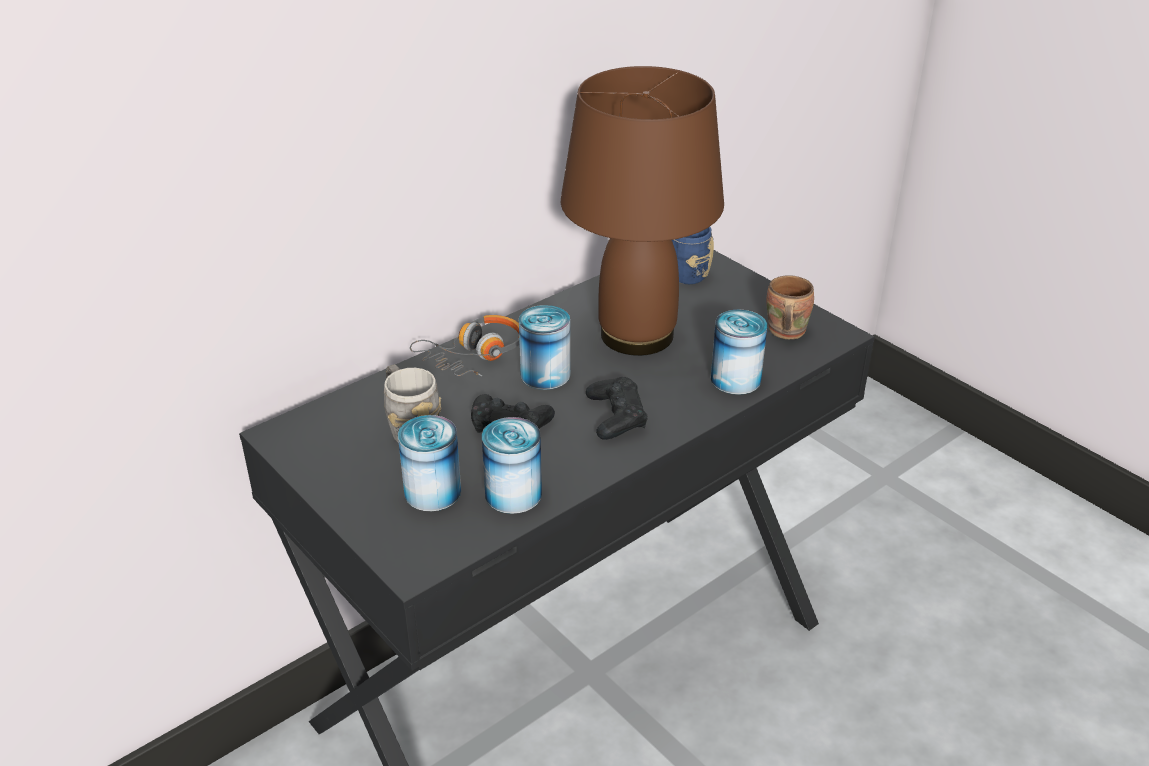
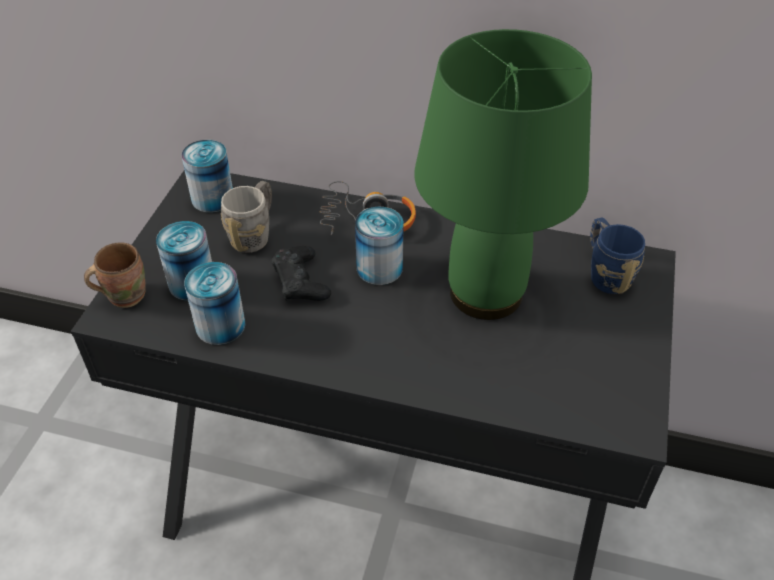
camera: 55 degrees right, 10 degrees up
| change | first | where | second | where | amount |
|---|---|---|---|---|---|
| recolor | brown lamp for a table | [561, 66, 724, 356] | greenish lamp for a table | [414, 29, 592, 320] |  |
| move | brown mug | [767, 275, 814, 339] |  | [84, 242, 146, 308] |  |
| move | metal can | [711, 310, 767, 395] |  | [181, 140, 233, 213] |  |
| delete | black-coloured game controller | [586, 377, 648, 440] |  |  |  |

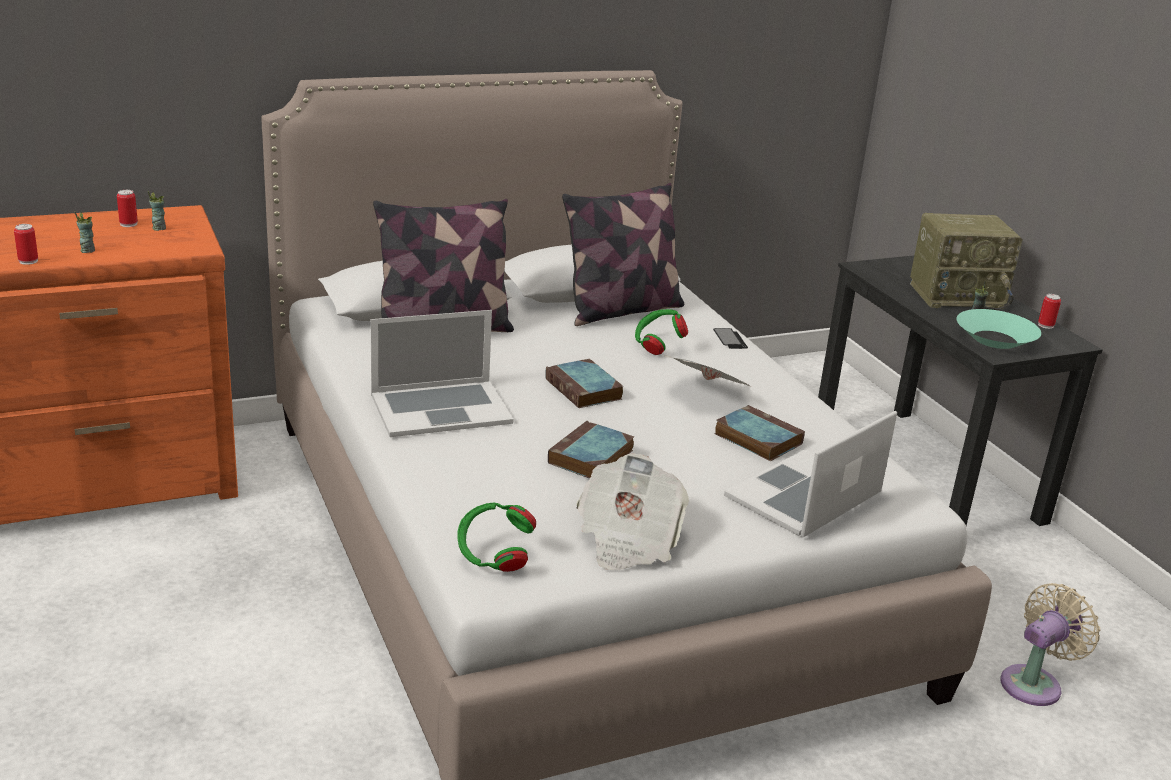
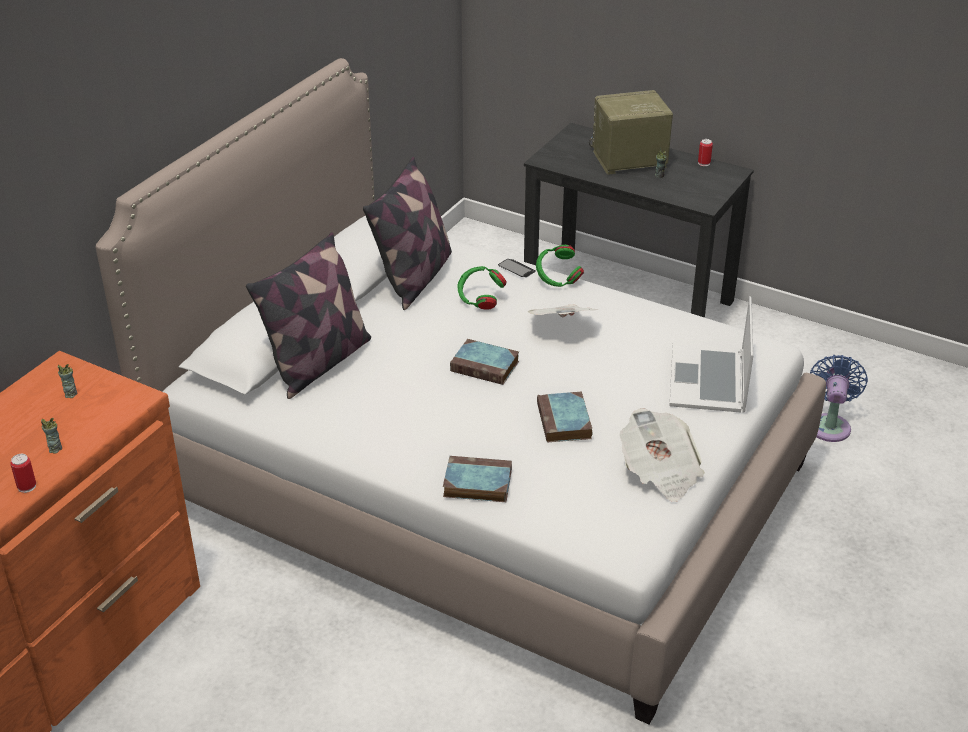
camera: 35 degrees left, 10 degrees up
| change | first | where | second | where | amount |
|---|---|---|---|---|---|
| delete | metal can | [117, 190, 138, 227] |  |  |  |
| rotate | radio receiver | [910, 213, 1023, 310] |  | [589, 90, 673, 175] | 150 degrees counterclockwise |
| delete | blue-green bowl | [956, 309, 1041, 349] |  |  |  |
| delete | portable computer | [371, 310, 513, 437] |  |  |  |
| move | volume | [714, 405, 805, 461] |  | [443, 456, 512, 502] |  |
| move | greenish pair of headphones | [457, 502, 536, 572] |  | [536, 245, 584, 287] |  |
| recolor | sand-coloured fan | [1001, 583, 1100, 706] | bluish fan | [810, 355, 868, 442] |  |

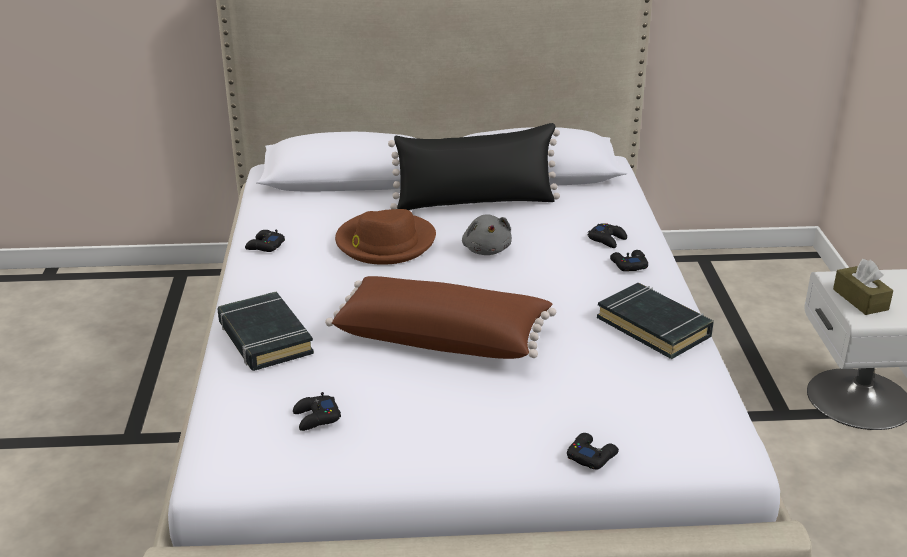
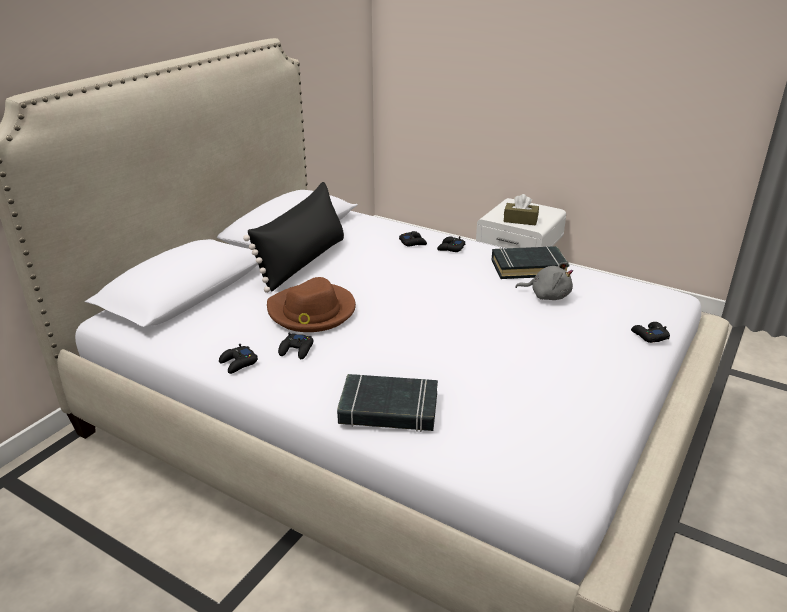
camera: 55 degrees left, 0 degrees up
| change | first | where | second | where | amount |
|---|---|---|---|---|---|
| move | grey plush toy | [462, 214, 512, 255] |  | [515, 262, 573, 300] |  |
| delete | brown pillow | [325, 276, 556, 359] |  |  |  |
| move | black-coloured game controller | [293, 392, 341, 431] |  | [278, 333, 313, 359] |  |

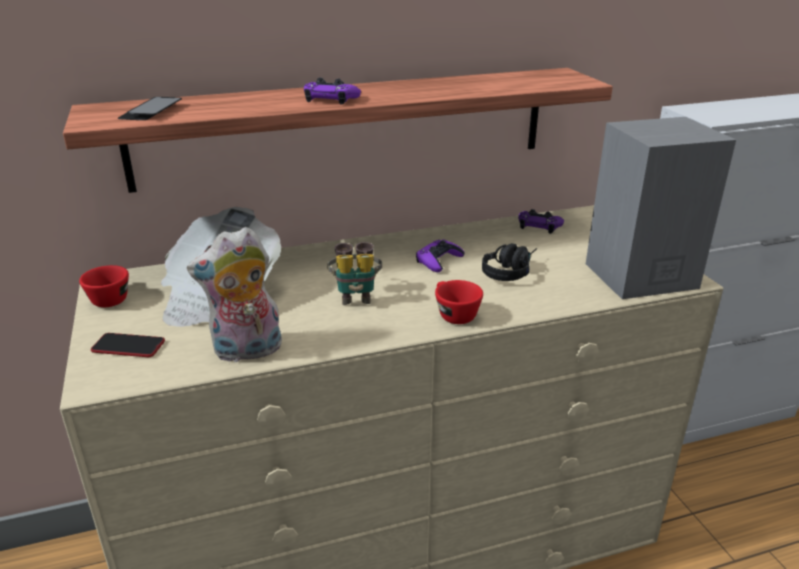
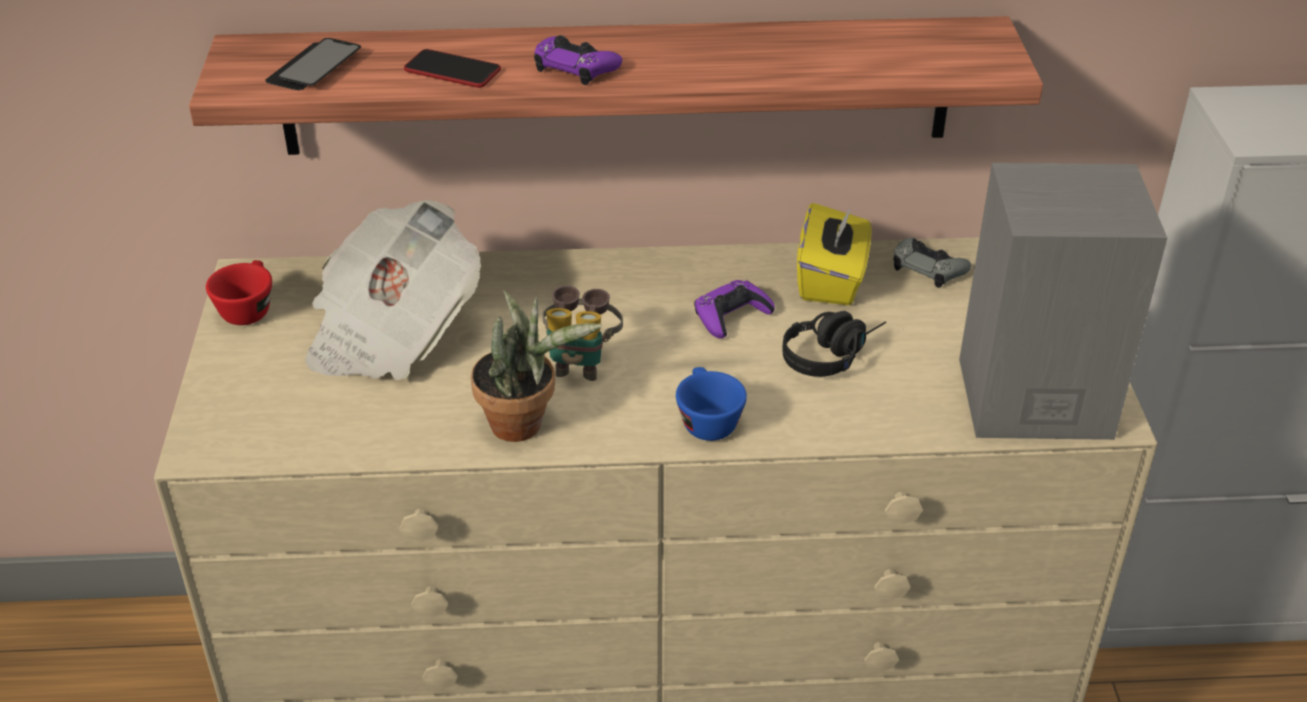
camera: 15 degrees right, 10 degrees up
| change | first | where | second | where | amount |
|---|---|---|---|---|---|
| recolor | purplish game controller | [518, 209, 564, 234] | grey game controller | [894, 238, 971, 288] |  |
| delete | plush toy | [187, 227, 282, 362] |  |  |  |
| recolor | reddish drinking cup | [435, 280, 483, 324] | bluish drinking cup | [676, 367, 747, 441] |  |
| move | telephone | [91, 333, 165, 357] |  | [404, 49, 501, 88] |  |
| insert |  |  | yellowish tissue holder | [797, 203, 872, 305] |  |
| insert |  |  | houseplant | [471, 290, 602, 442] |  |

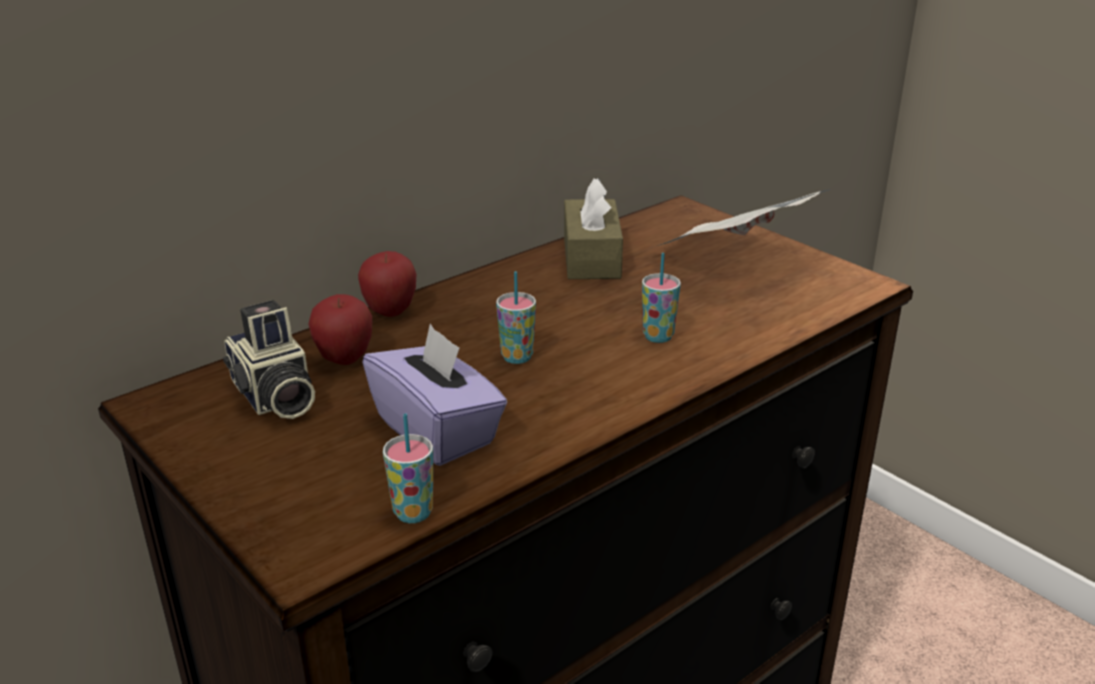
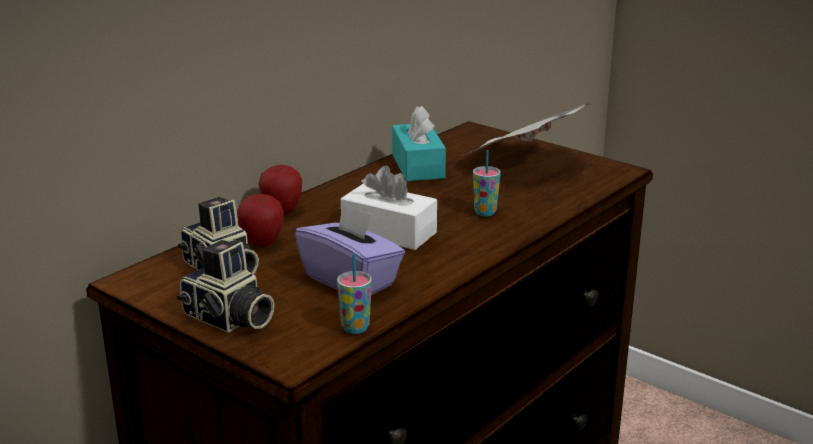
camera: 10 degrees left, 5 degrees down
| change | first | where | second | where | amount |
|---|---|---|---|---|---|
| recolor | brown tissue holder | [564, 178, 623, 279] | blue-green tissue holder | [392, 106, 446, 181] |  |
| replace | drinking cup | [496, 271, 536, 364] | white tissue holder | [341, 165, 437, 250] |  |
| insert |  |  | still camera | [177, 240, 275, 333] |  |

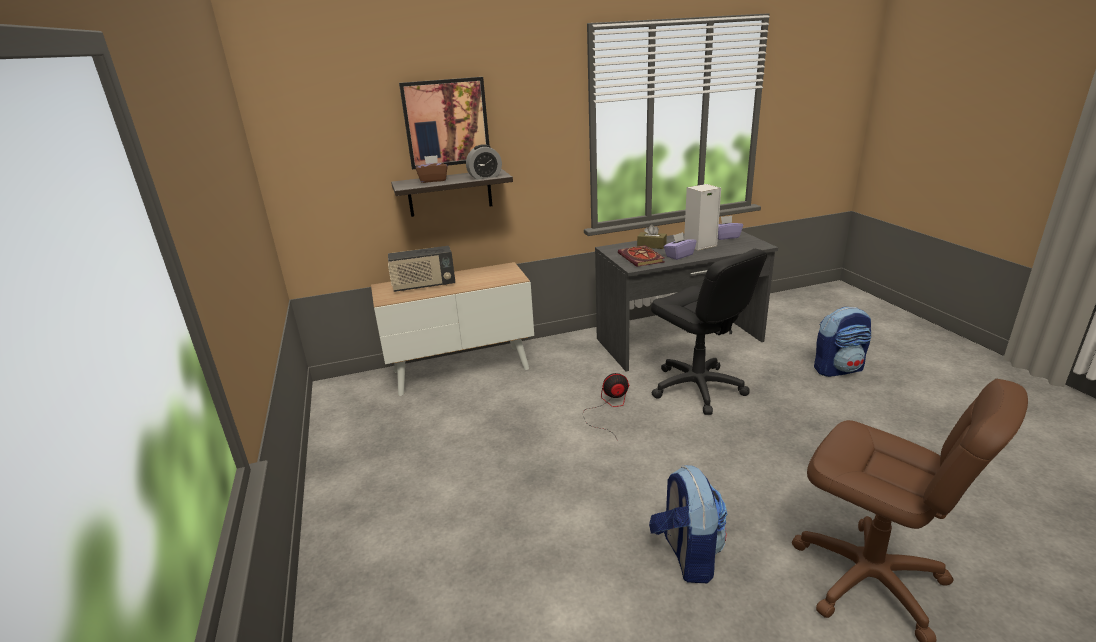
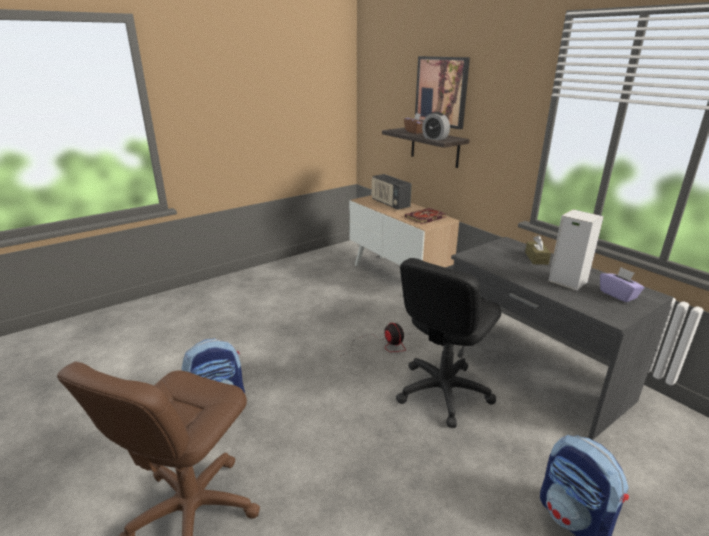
camera: 70 degrees right, 0 degrees up
| change | first | where | second | where | amount |
|---|---|---|---|---|---|
| delete | purplish tissue holder | [664, 232, 697, 260] |  |  |  |
| move | volume | [618, 245, 664, 267] |  | [405, 208, 446, 224] |  |

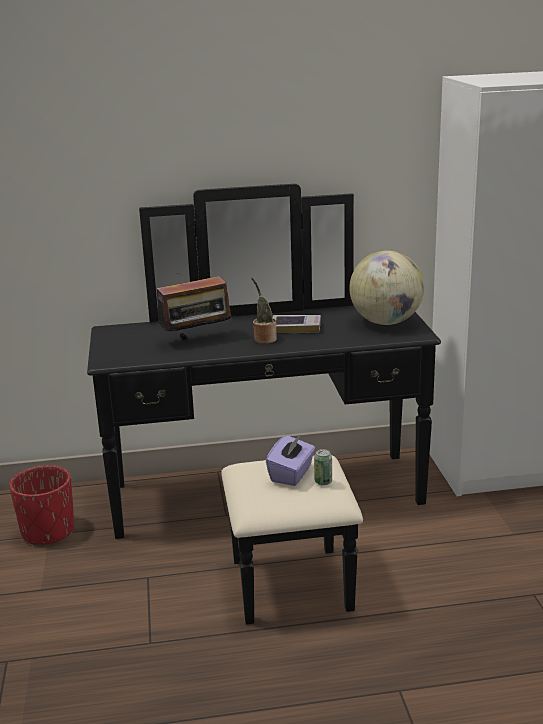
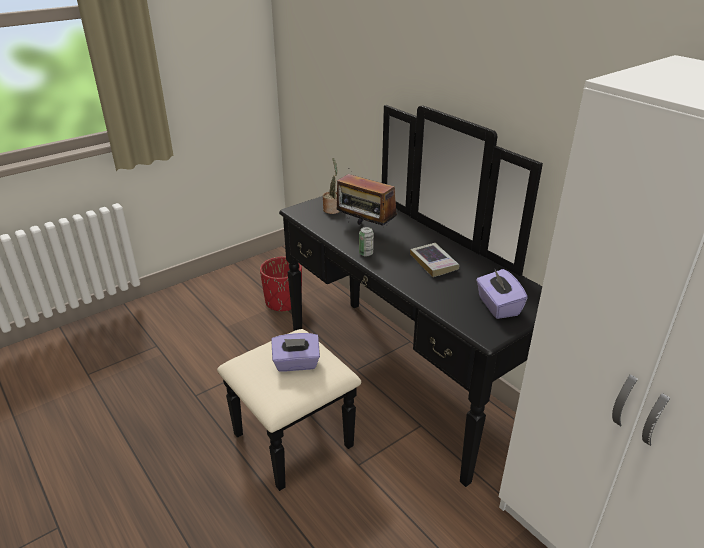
camera: 60 degrees right, 10 degrees up
| change | first | where | second | where | amount |
|---|---|---|---|---|---|
| replace | desk globe | [349, 250, 424, 325] | purplish tissue holder | [476, 268, 528, 319] |  |
| move | houseplant | [251, 277, 277, 344] |  | [323, 158, 340, 214] |  |
| move | metal can | [314, 449, 332, 485] |  | [359, 227, 374, 256] |  |

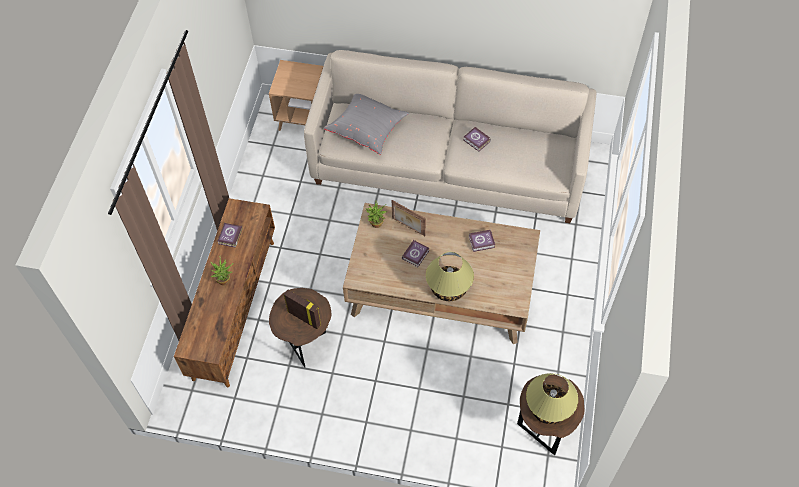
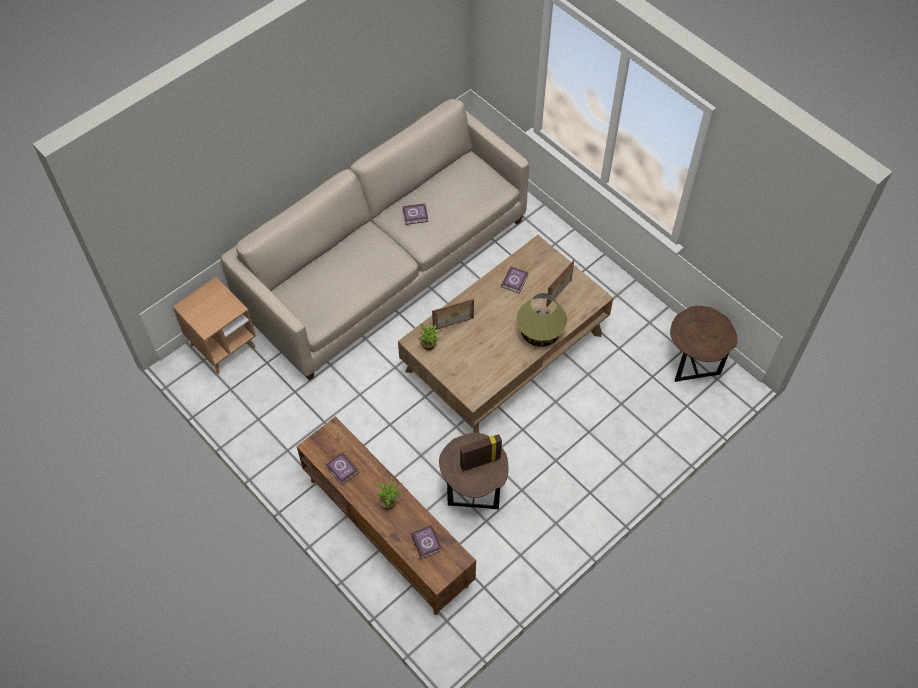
camera: 55 degrees left, 0 degrees up
| change | first | where | second | where | amount |
|---|---|---|---|---|---|
| delete | grey pillow | [324, 94, 409, 155] |  |  |  |
| move | volume | [402, 240, 429, 267] |  | [411, 525, 442, 559] |  |
| delete | lamp for a table | [526, 373, 578, 424] |  |  |  |
| insert |  |  | picture frame | [546, 260, 574, 307] |  |

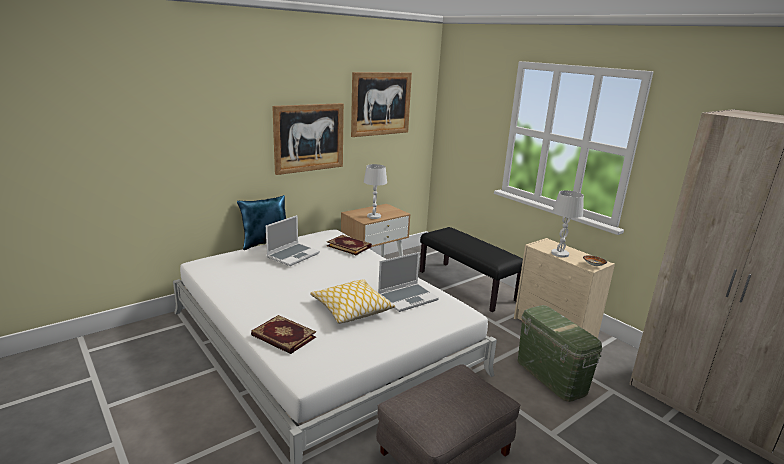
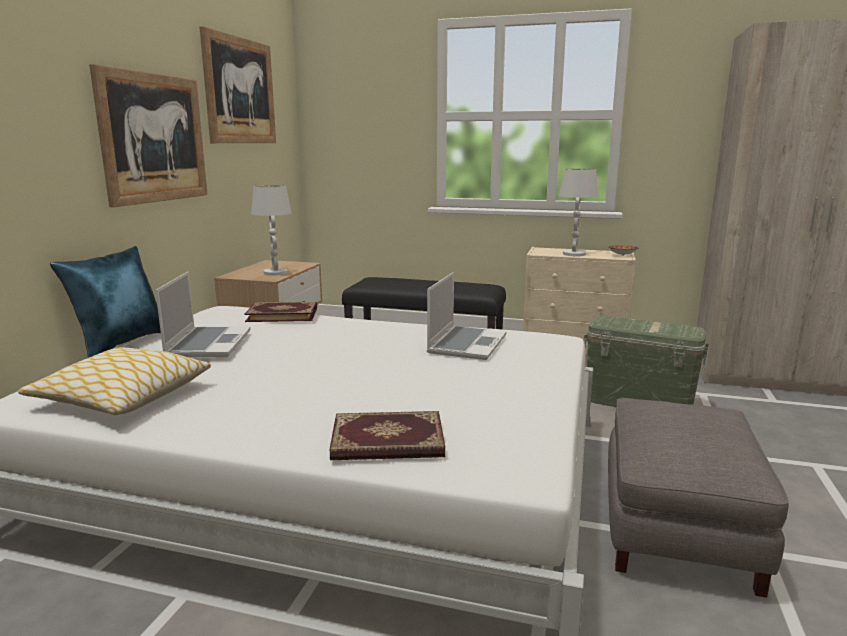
camera: 35 degrees left, 5 degrees down
| change | first | where | second | where | amount |
|---|---|---|---|---|---|
| move | pillow | [310, 279, 395, 324] |  | [18, 347, 211, 415] |  |

